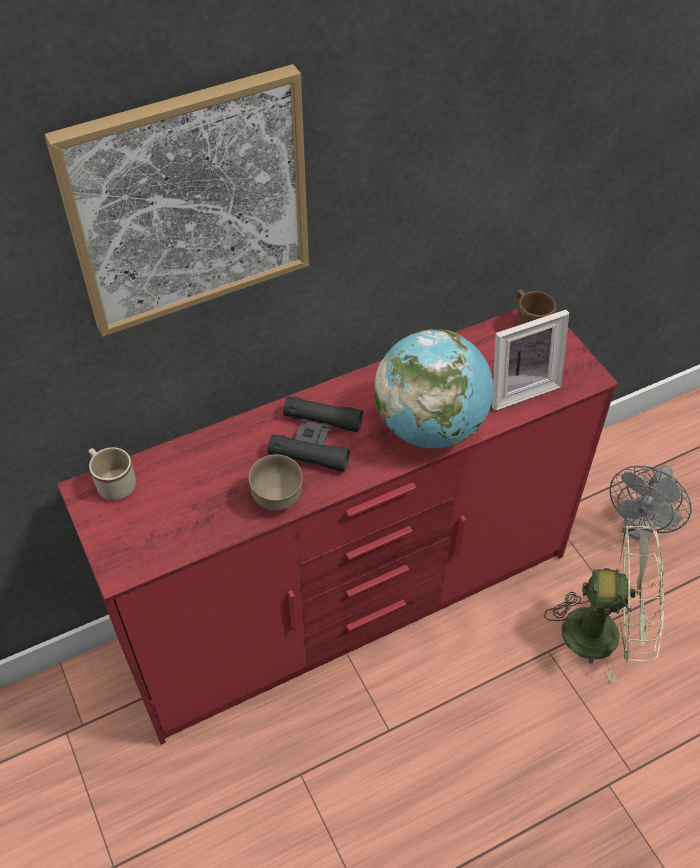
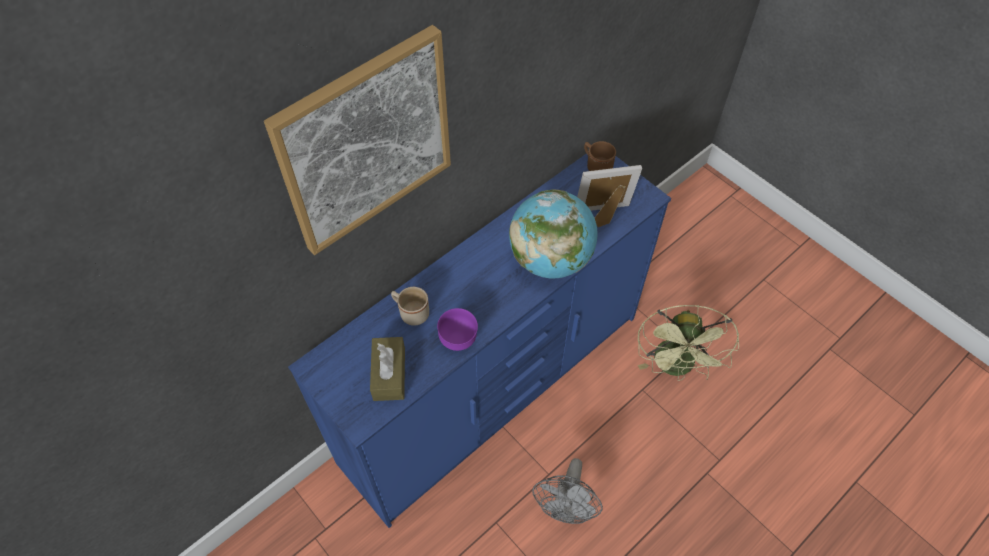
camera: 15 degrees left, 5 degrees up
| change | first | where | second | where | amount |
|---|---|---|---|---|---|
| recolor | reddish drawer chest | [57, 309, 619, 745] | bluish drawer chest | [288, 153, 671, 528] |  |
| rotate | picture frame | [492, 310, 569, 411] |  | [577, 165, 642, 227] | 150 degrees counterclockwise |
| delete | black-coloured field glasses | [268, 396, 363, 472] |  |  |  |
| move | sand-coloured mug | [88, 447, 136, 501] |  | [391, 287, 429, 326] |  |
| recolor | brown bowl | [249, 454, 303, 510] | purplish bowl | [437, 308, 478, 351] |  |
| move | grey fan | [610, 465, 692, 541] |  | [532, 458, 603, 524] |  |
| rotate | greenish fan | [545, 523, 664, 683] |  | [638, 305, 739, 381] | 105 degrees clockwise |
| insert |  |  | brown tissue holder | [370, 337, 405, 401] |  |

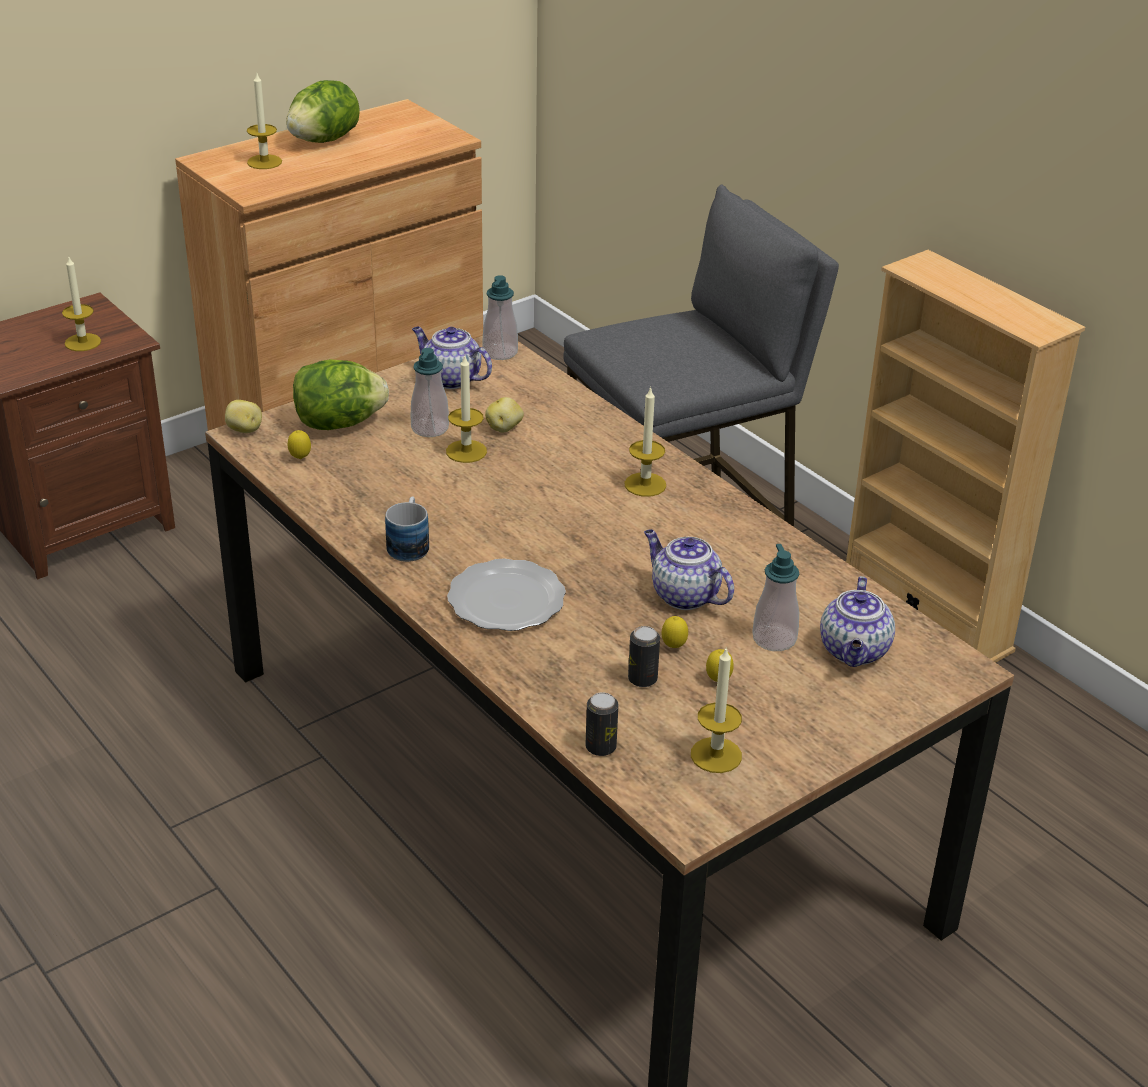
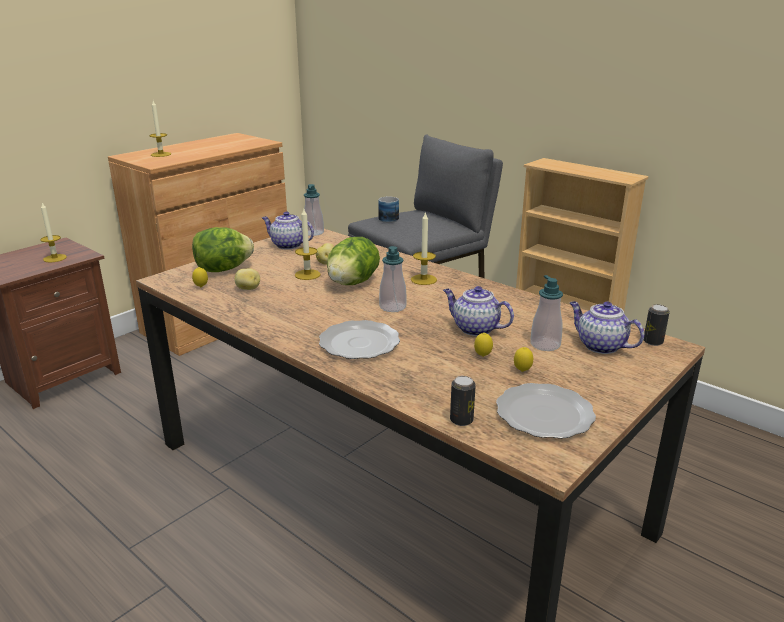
camera: 10 degrees left, 10 degrees down
| change | first | where | second | where | amount |
|---|---|---|---|---|---|
| move | lettuce head | [286, 80, 360, 143] |  | [327, 237, 380, 285] |  |
| move | soap dispenser | [410, 348, 449, 437] |  | [379, 246, 407, 312] |  |
| move | spud | [225, 400, 262, 433] |  | [235, 268, 260, 290] |  |
| move | mug | [385, 496, 429, 562] |  | [378, 196, 399, 223] |  |
| rotate | tea pot | [820, 576, 895, 667] |  | [570, 301, 644, 354] | 135 degrees clockwise |
| move | metal can | [628, 626, 660, 687] |  | [644, 304, 670, 346] |  |
| replace | wax candle | [691, 647, 742, 773] | plate | [496, 383, 596, 439] |  |

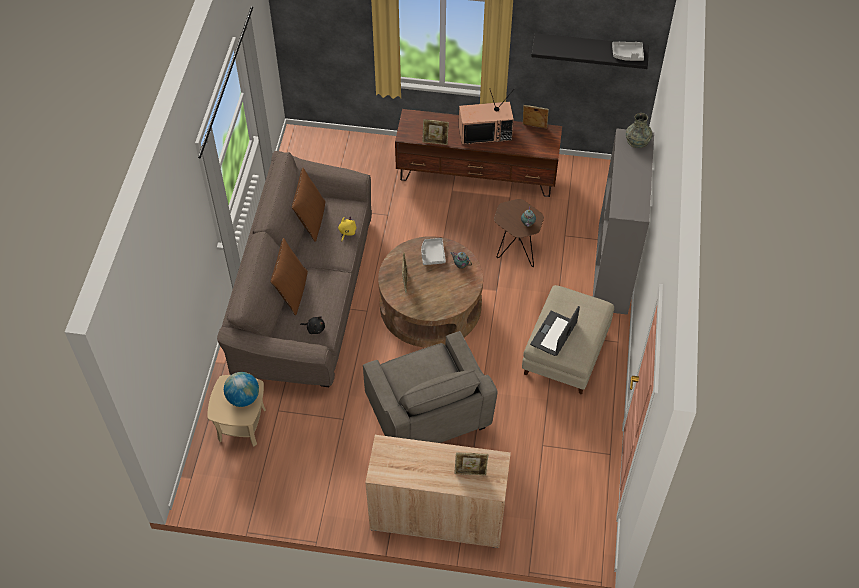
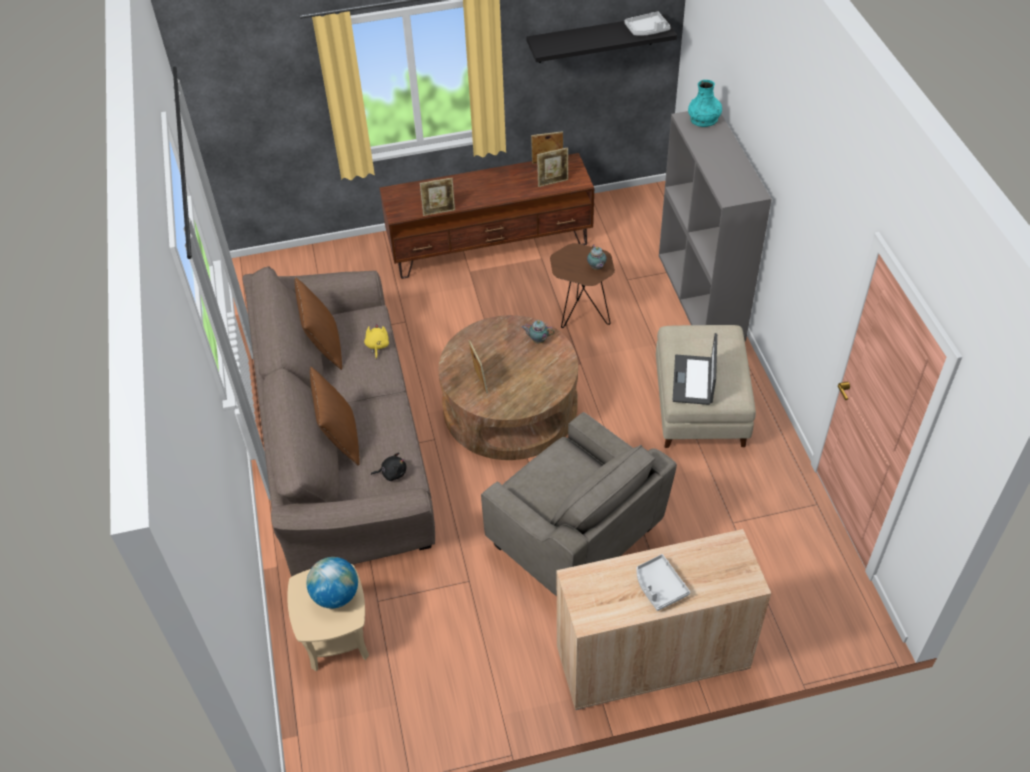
camera: 20 degrees left, 5 degrees down
| change | first | where | second | where | amount |
|---|---|---|---|---|---|
| delete | TV set | [459, 88, 514, 145] |  |  |  |
| recolor | grey flower vase | [626, 113, 653, 148] | blue-green flower vase | [688, 80, 722, 127] |  |
| move | grey carrying tray | [421, 238, 446, 265] |  | [636, 554, 690, 611] |  |
| move | picture frame | [454, 452, 488, 476] |  | [537, 147, 568, 187] |  |

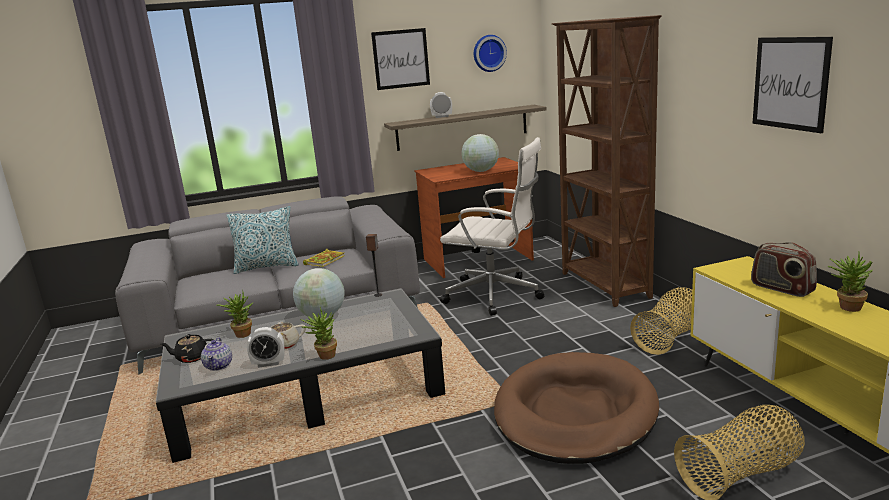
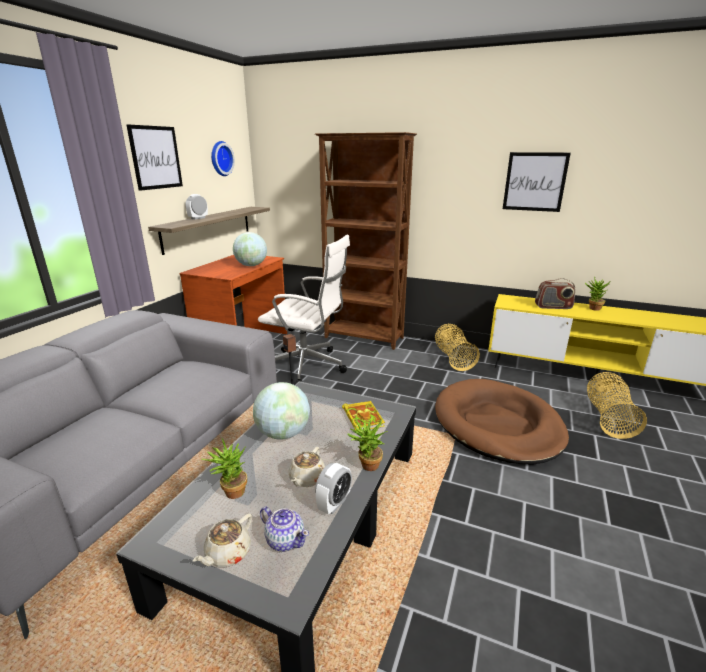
camera: 50 degrees left, 5 degrees up
| change | first | where | second | where | amount |
|---|---|---|---|---|---|
| rotate | white desk chair | [440, 137, 544, 316] |  | [258, 235, 350, 383] | 45 degrees clockwise |
| delete | pillow | [226, 206, 299, 274] |  |  |  |
| move | volume | [303, 249, 345, 267] |  | [342, 401, 385, 432] |  |
| recolor | black-coloured tea pot | [161, 334, 214, 363] | sand-coloured tea pot | [193, 513, 252, 567] |  |

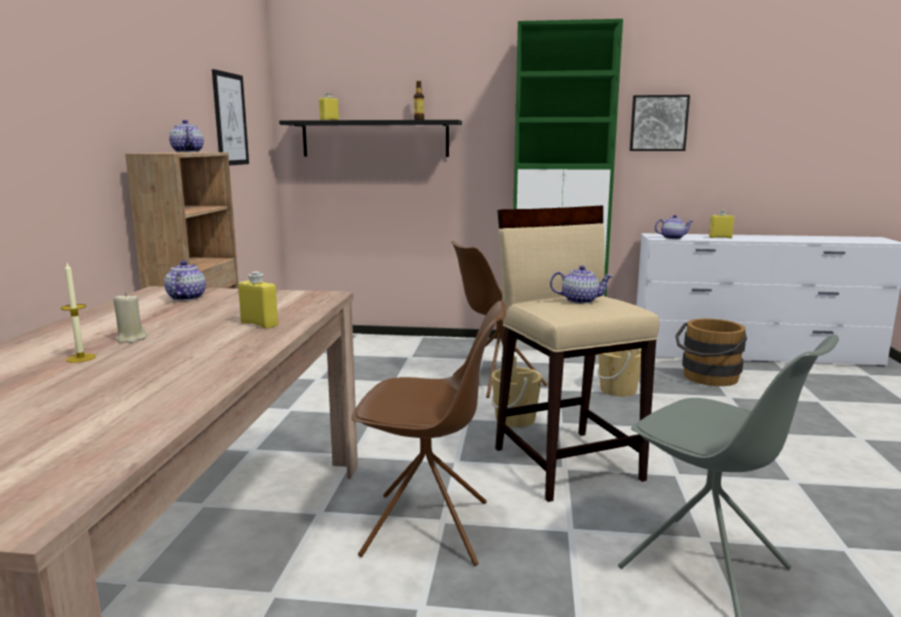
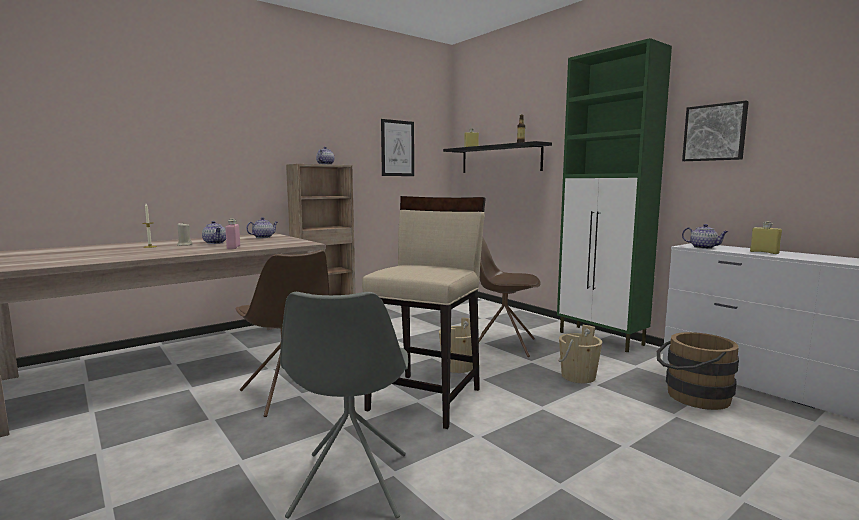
camera: 45 degrees right, 5 degrees down
| change | first | where | second | where | amount |
|---|---|---|---|---|---|
| move | tea pot | [550, 265, 613, 304] |  | [202, 221, 226, 244] |  |
| recolor | yellowish bottle | [238, 272, 278, 329] | pink bottle | [225, 219, 240, 249] |  |

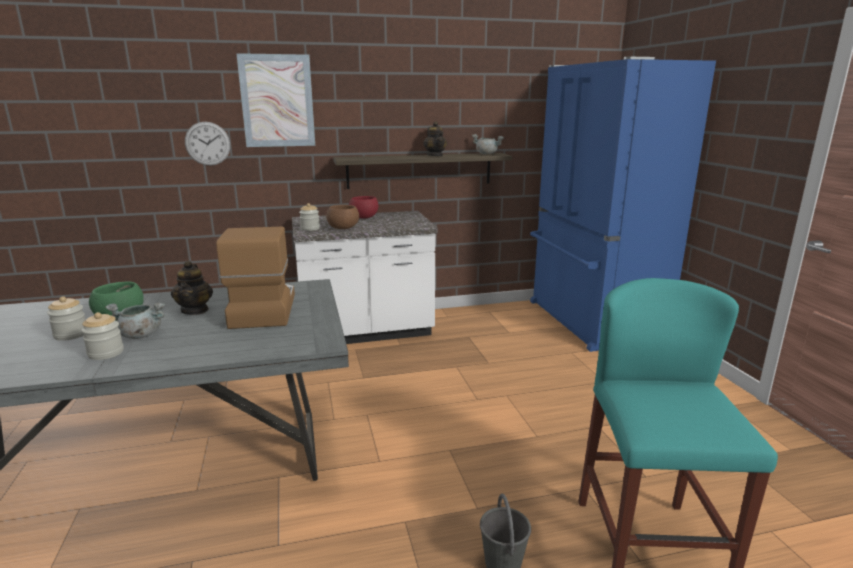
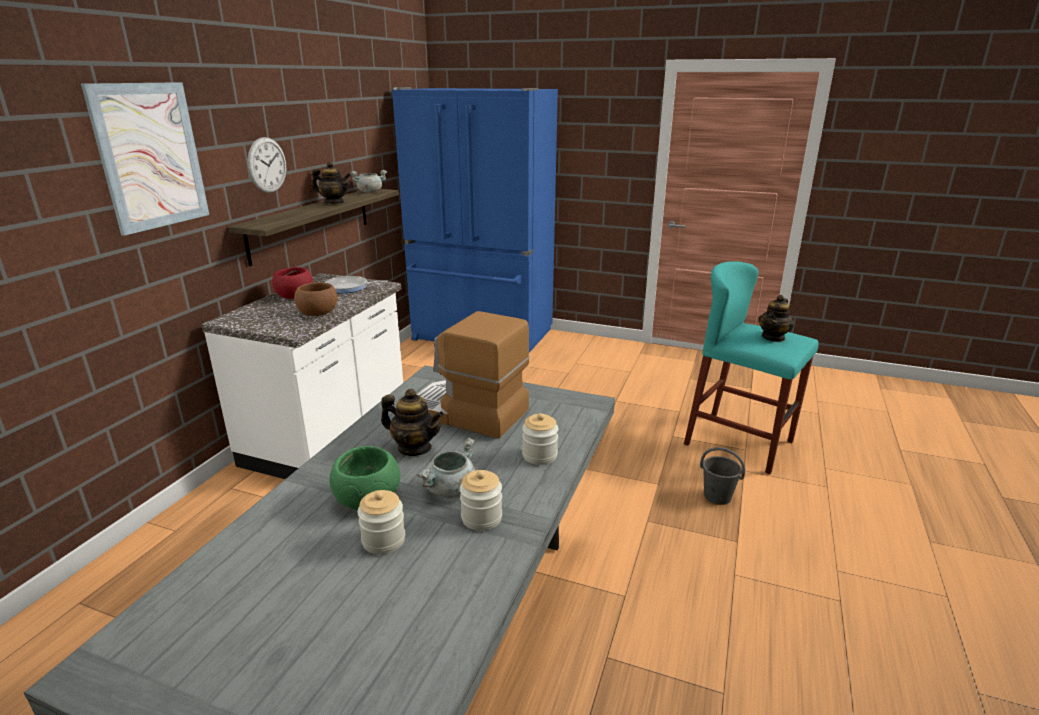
camera: 55 degrees left, 5 degrees up
| change | first | where | second | where | amount |
|---|---|---|---|---|---|
| move | wall clock | [185, 122, 230, 166] |  | [247, 137, 286, 193] |  |
| move | jar | [299, 203, 320, 231] |  | [522, 413, 558, 465] |  |
| insert |  |  | skillet | [324, 276, 388, 293] |  |
| insert |  |  | tea pot | [759, 295, 794, 342] |  |

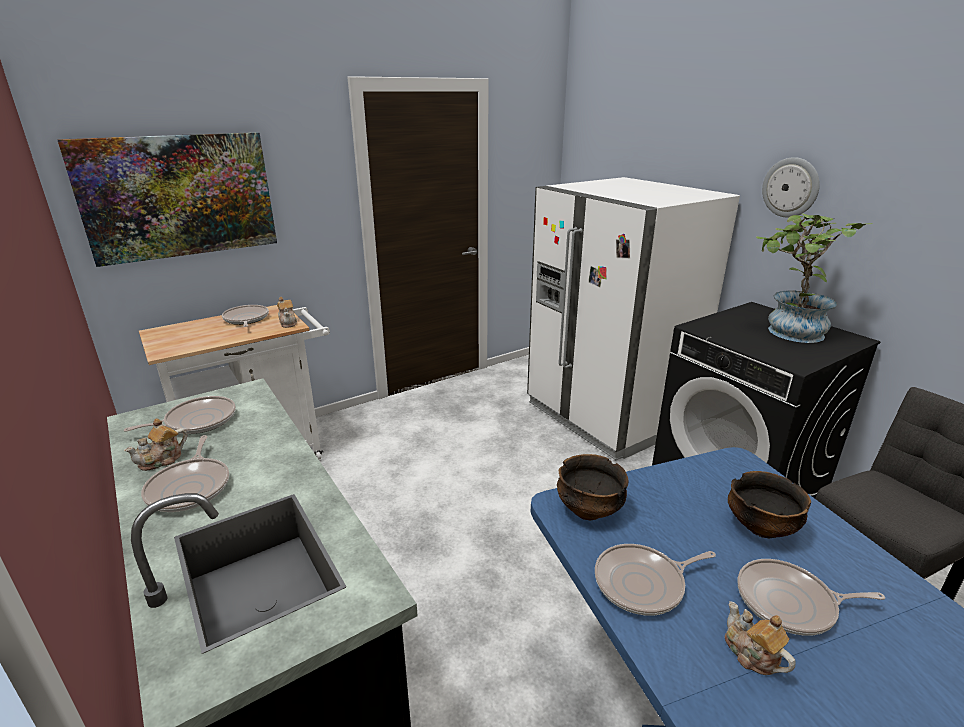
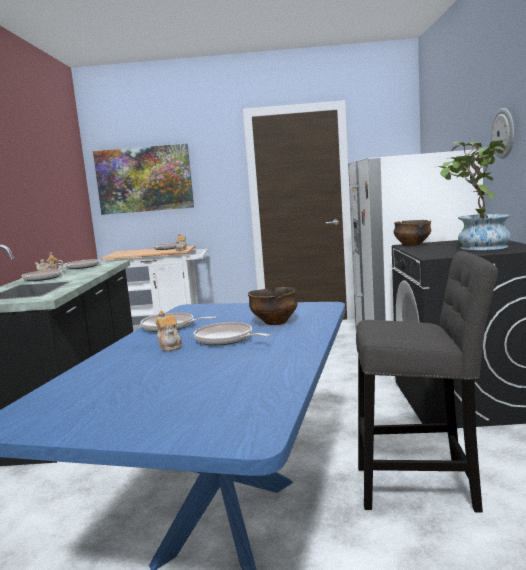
camera: 35 degrees right, 15 degrees down
| change | first | where | second | where | amount |
|---|---|---|---|---|---|
| move | bowl | [557, 454, 628, 520] |  | [393, 220, 431, 246] |  |
| rotate | tea pot | [725, 601, 796, 675] |  | [156, 311, 182, 351] | 150 degrees clockwise |

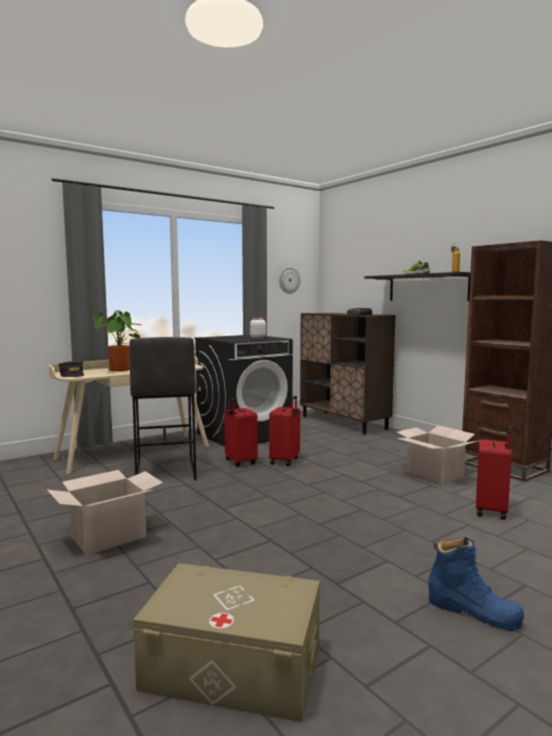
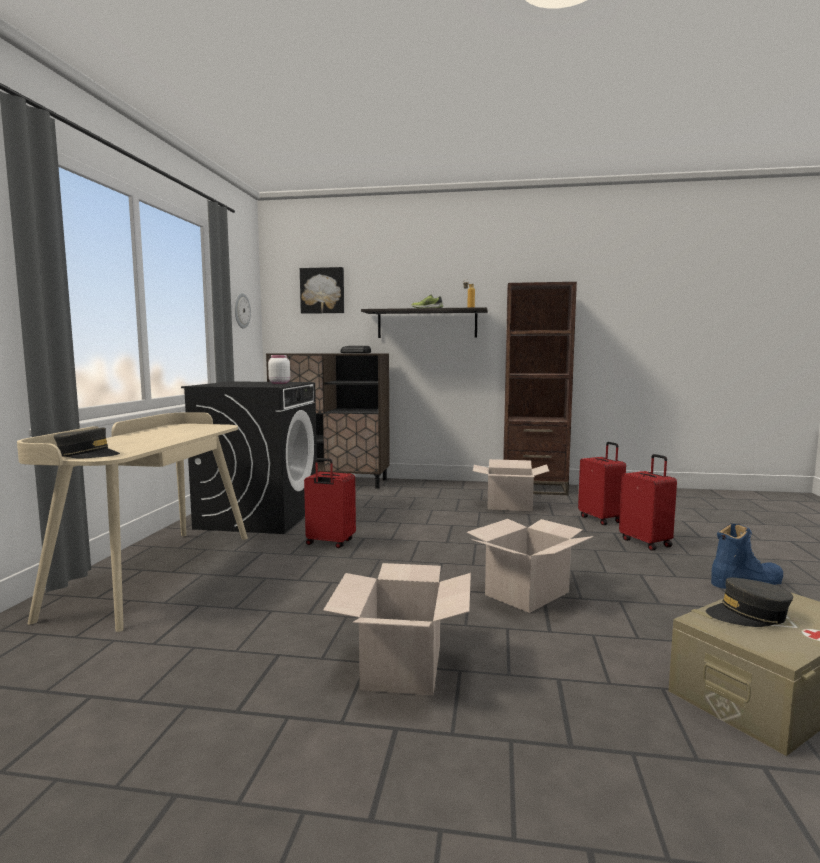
camera: 45 degrees left, 0 degrees up
| change | first | where | second | where | amount |
|---|---|---|---|---|---|
| delete | houseplant | [93, 310, 141, 371] |  |  |  |
| delete | grey stool | [130, 337, 196, 480] |  |  |  |
| move | reddish suitcase | [269, 396, 300, 466] |  | [619, 454, 677, 551] |  |
| insert |  |  | wall picture | [300, 267, 344, 314] |  |
| insert |  |  | carton | [466, 519, 594, 613] |  |
| insert |  |  | grey peaked cap | [706, 578, 793, 627] |  |

